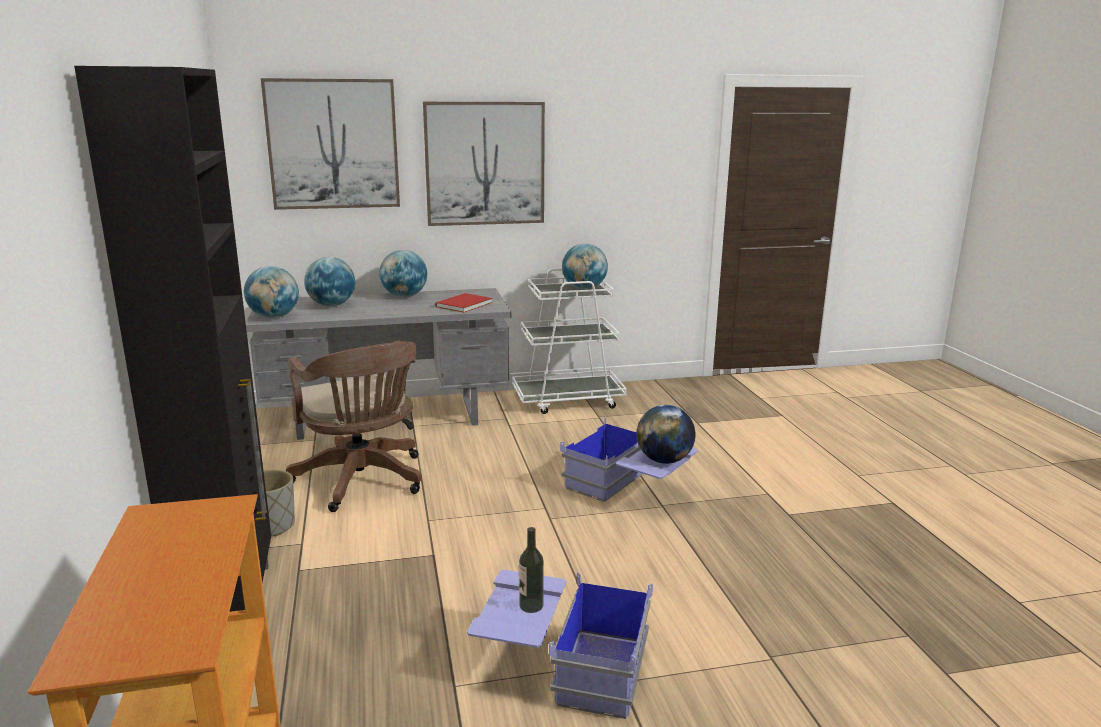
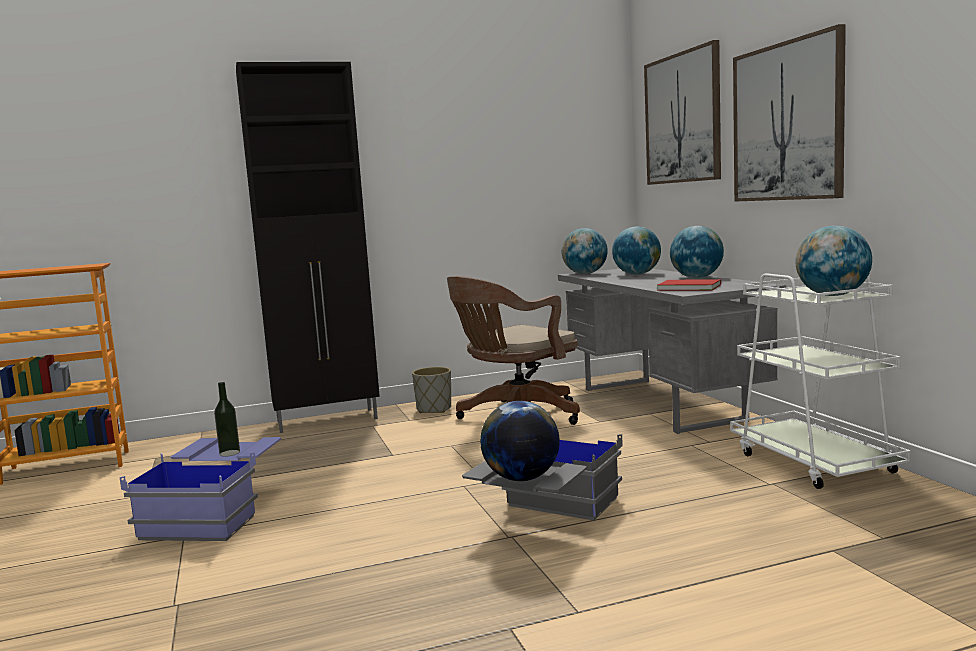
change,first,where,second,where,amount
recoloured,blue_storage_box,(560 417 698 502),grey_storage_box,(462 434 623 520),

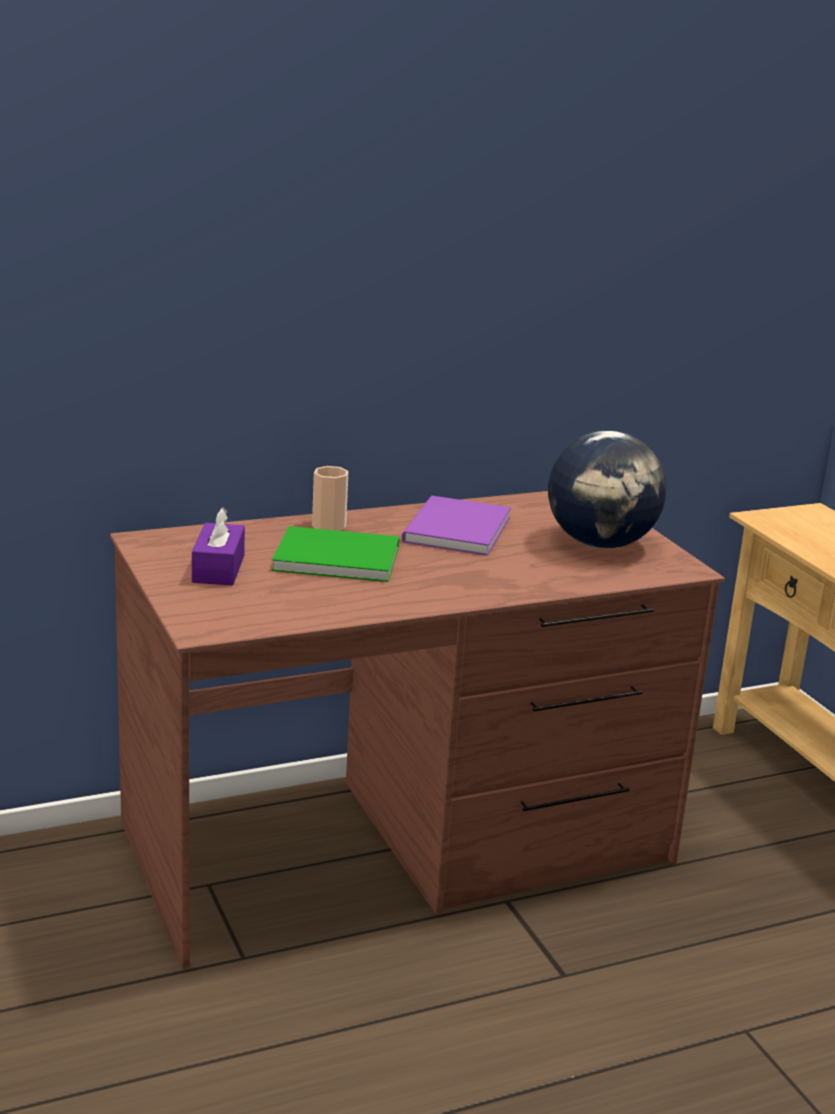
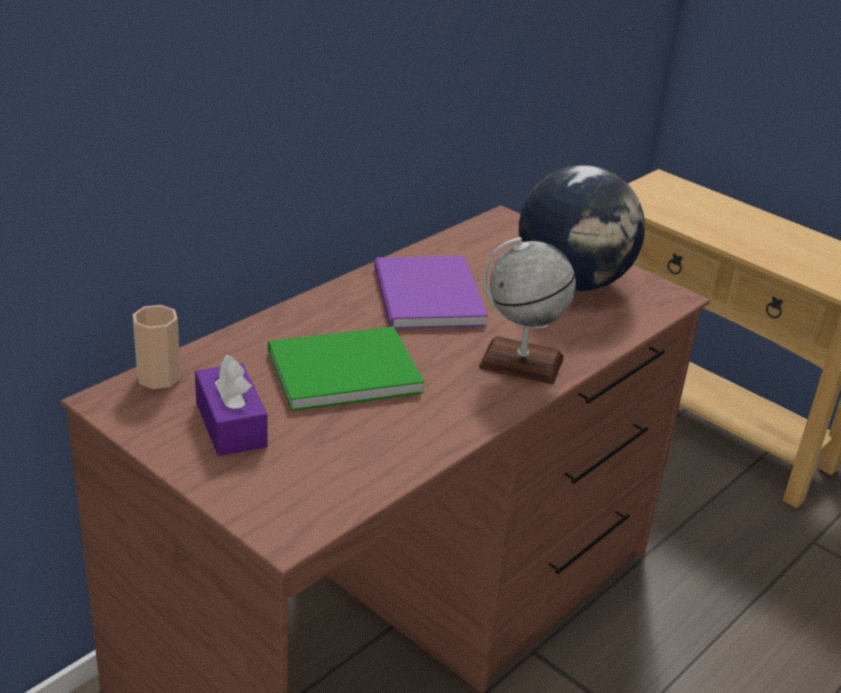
change,first,where,second,where,amount
moved,cup,(312 466 348 531),,(133 305 181 389),
added,,,globe,(479 237 576 384),

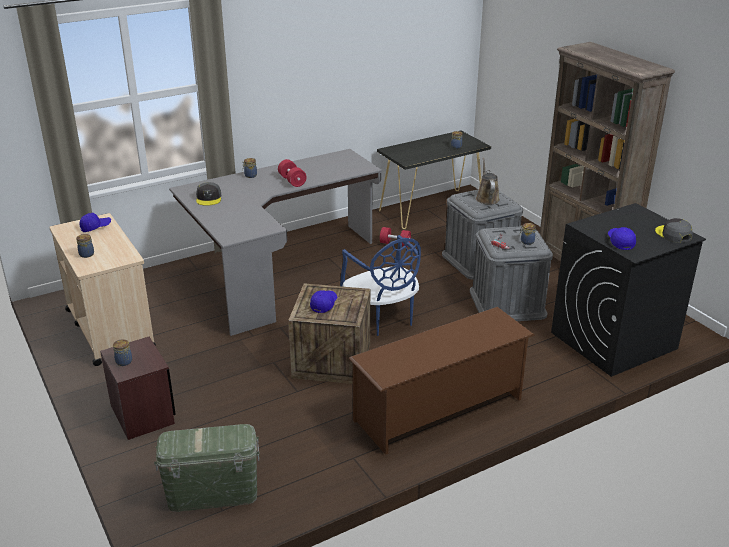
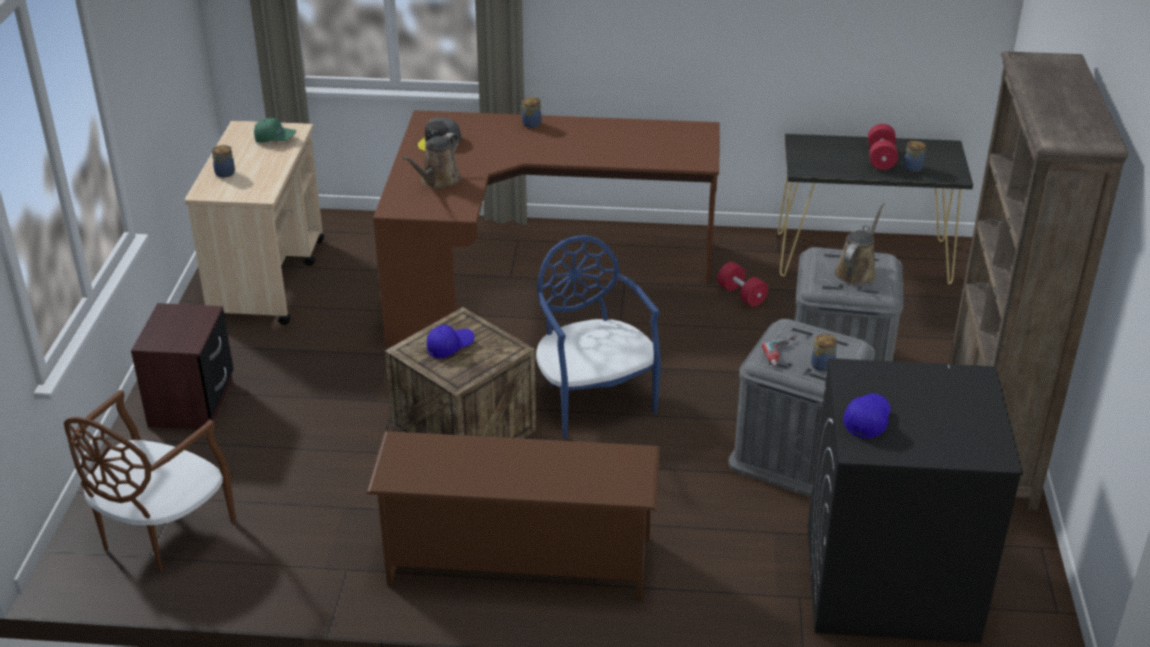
change,first,where,second,where,amount
recoloured,blue_cap,(79 213 111 232),green_cap,(254 118 296 143),
removed,jar,(113 339 132 366),,,
replaced,green_storage_box,(154 424 259 512),brown_chair,(64 390 236 572),
recoloured,grey_desk,(169 149 382 336),brown_desk,(373 110 720 345),
moved,red_dumbbell,(278 159 307 187),,(868 124 898 170),
turned,blue_chair,(340 235 421 336),,(536 235 661 438),150 degrees clockwise
removed,grey_cap,(655 218 693 243),,,
added,,,brown_watering_can,(402 133 461 189),

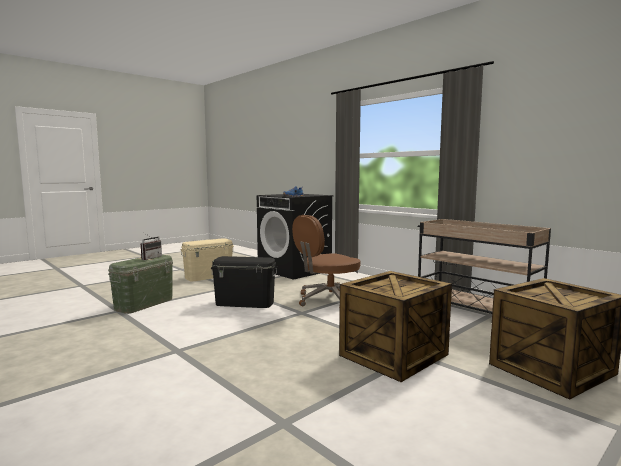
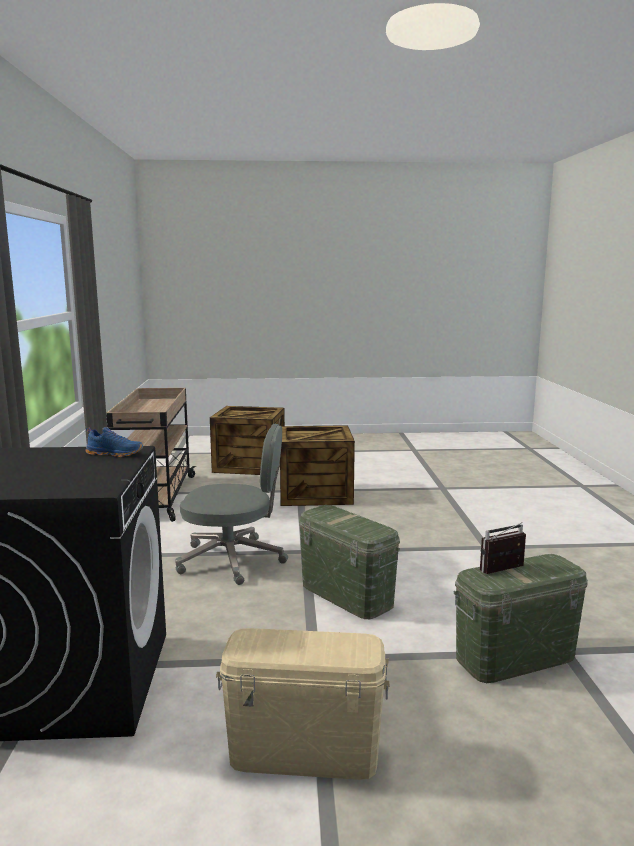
change,first,where,second,where,amount
recoloured,black_storage_box,(211 256 277 308),green_storage_box,(299 505 400 619),
recoloured,brown_office_chair,(292 215 361 308),grey_office_chair,(175 424 288 585),

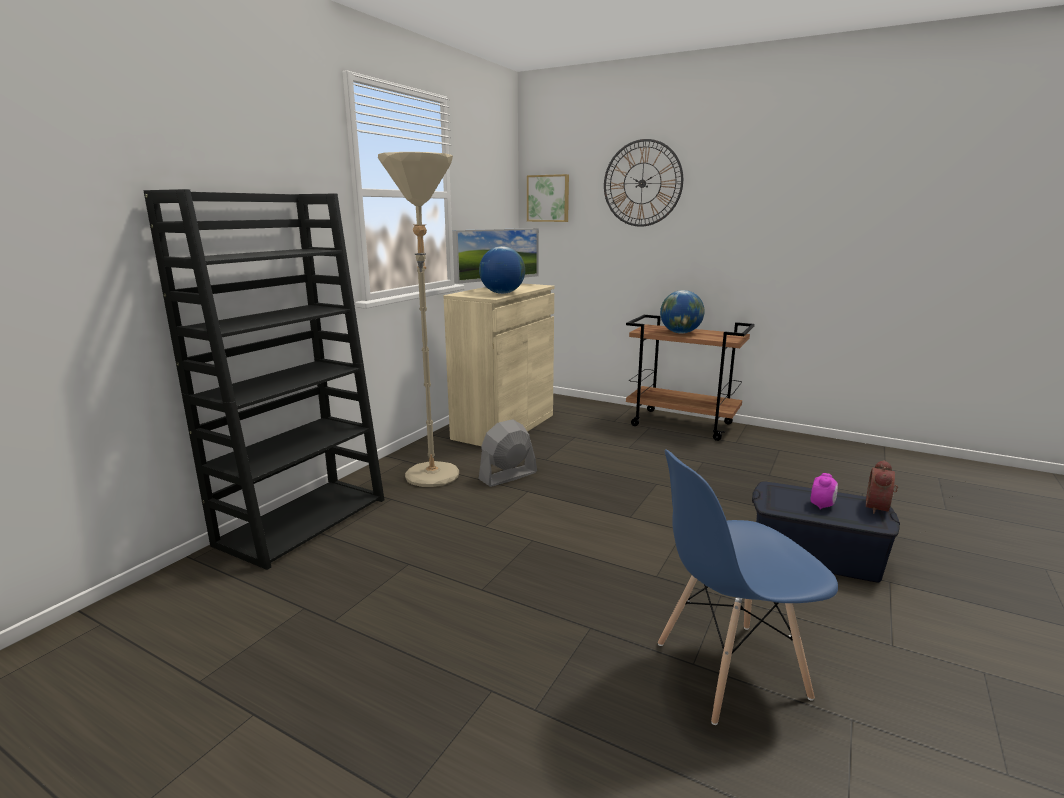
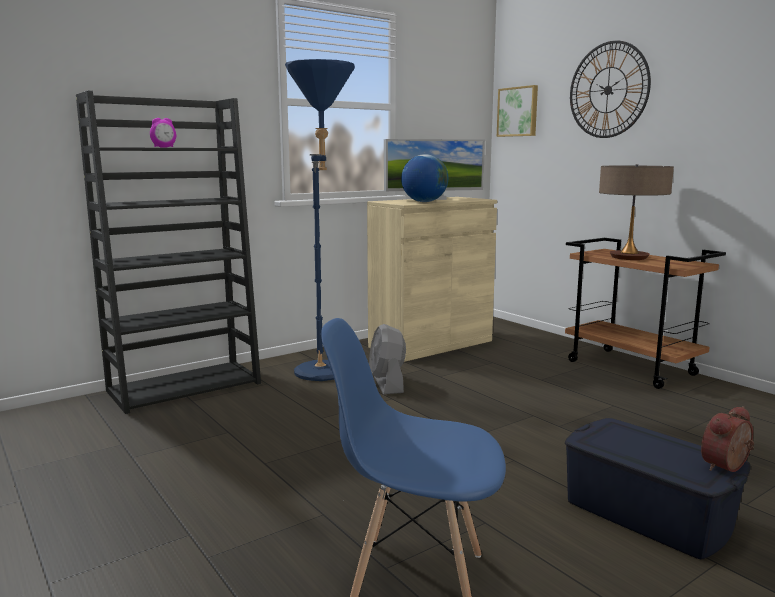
change,first,where,second,where,amount
recoloured,beige_floor_lamp,(378 152 459 487),blue_floor_lamp,(285 59 355 381),
turned,grey_fan,(478 420 537 487),,(369 324 406 394),90 degrees counterclockwise
replaced,globe,(660 290 705 334),table_lamp,(599 164 674 260),
moved,alarm_clock,(810 473 838 510),,(150 118 176 148),

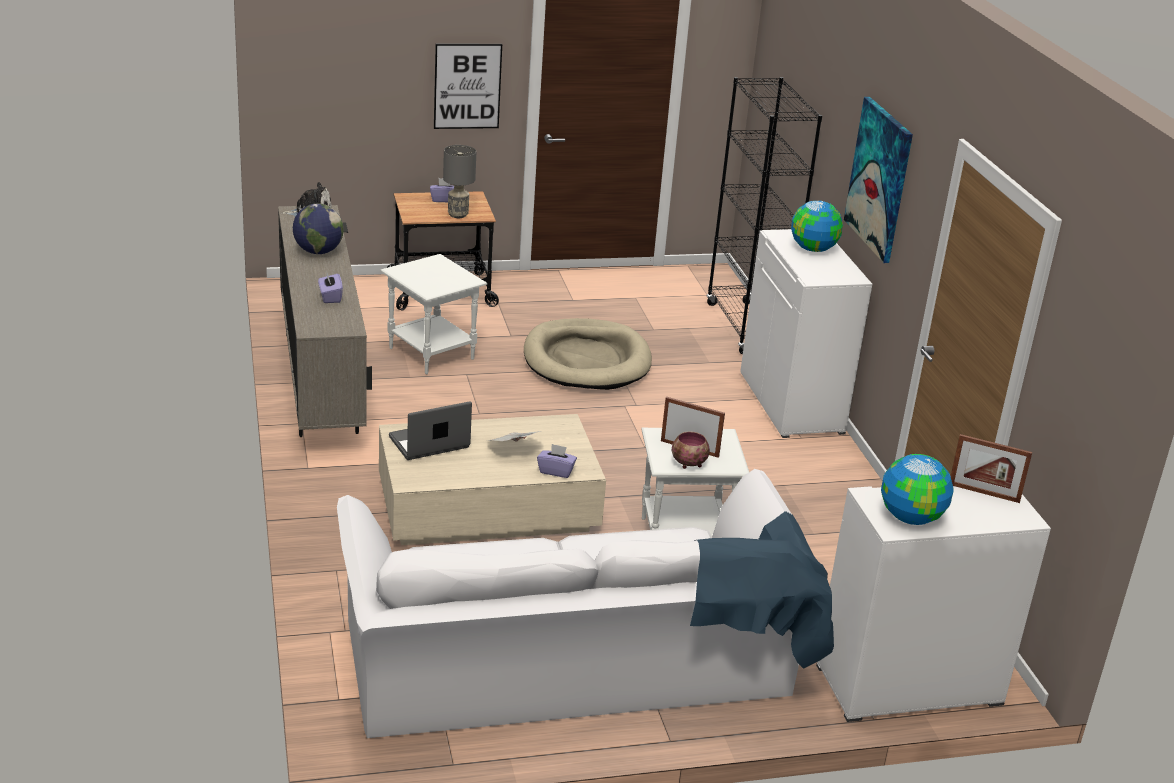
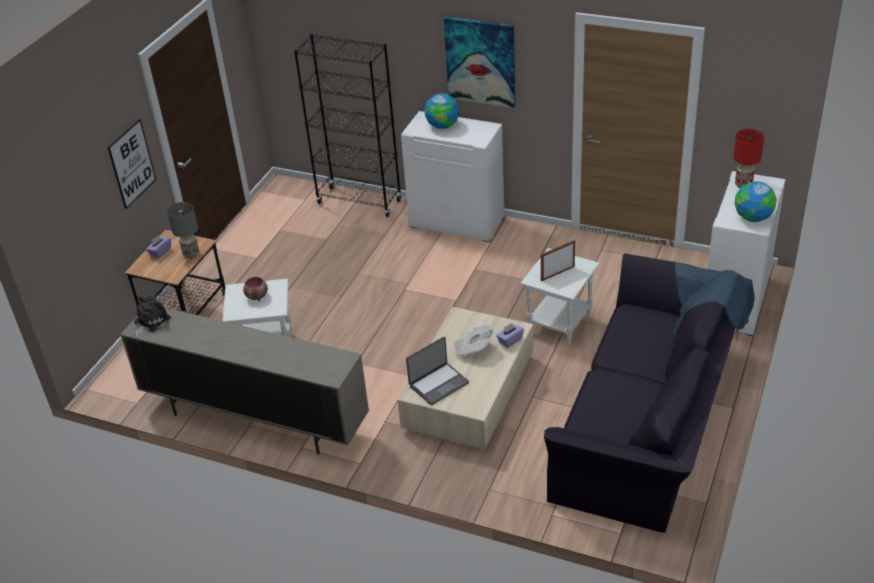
change,first,where,second,where,amount
removed,globe,(293 204 344 254),,,
removed,purple_tissue_box,(318 270 343 303),,,
recoloured,white_sofa,(337 469 834 738),black_sofa,(544 253 755 533),
turned,laptop,(389 401 472 460),,(406 336 469 405),135 degrees counterclockwise
removed,beige_dog_bed,(524 318 652 390),,,
moved,bowl,(672 431 710 469),,(243 277 268 301),
replaced,picture_frame,(951 434 1032 503),red_table_lamp,(733 129 764 188),

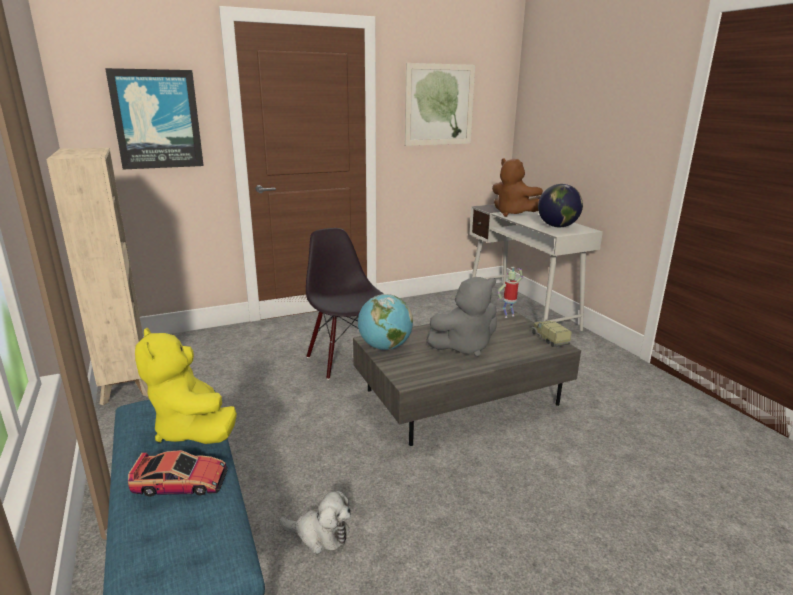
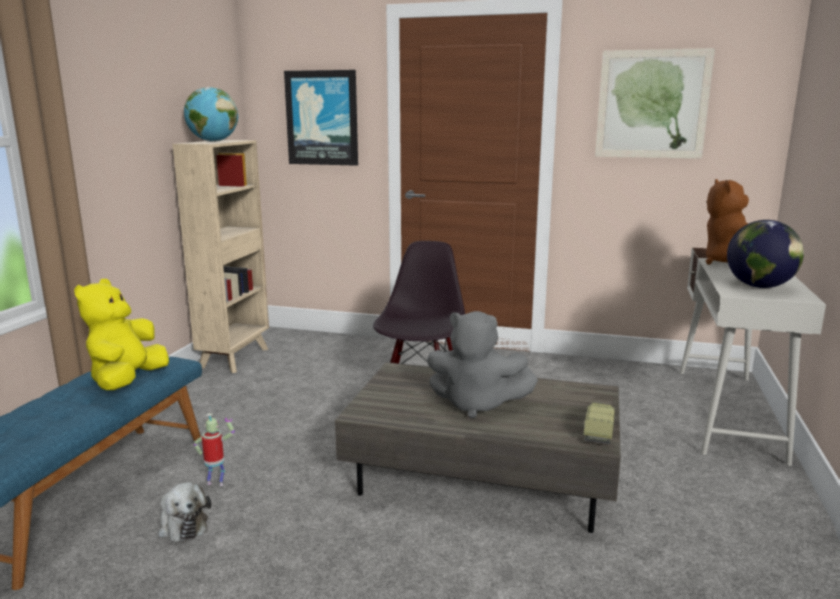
change,first,where,second,where,amount
removed,toy_car,(128 450 228 497),,,
moved,globe,(358 294 413 350),,(184 87 238 142),
moved,toy_robot,(497 267 523 318),,(194 413 235 486),

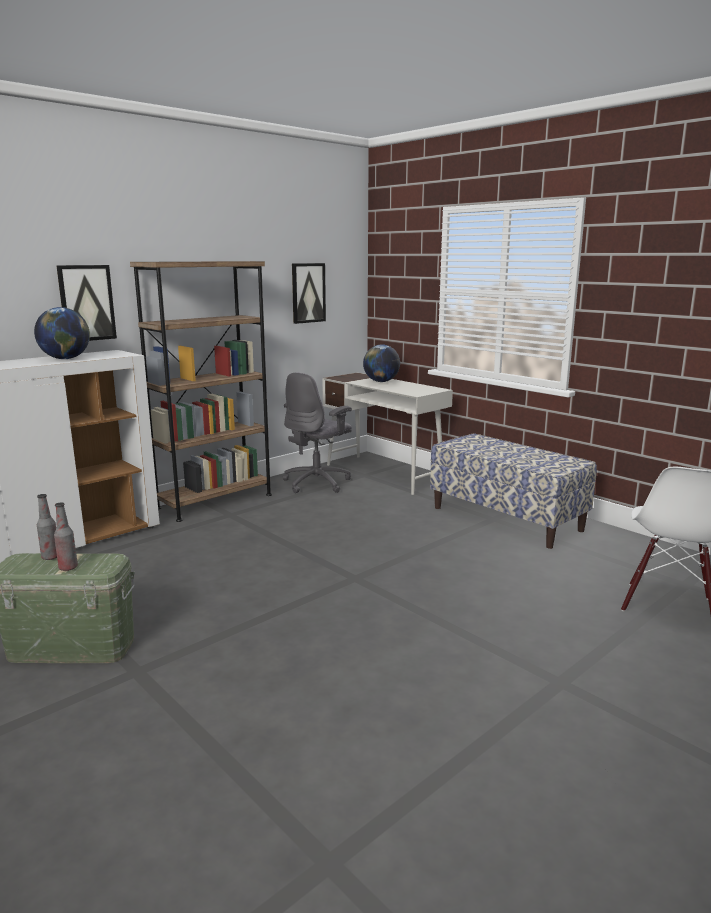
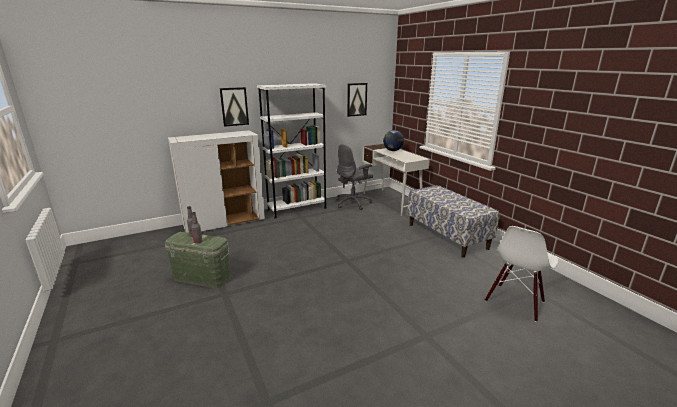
change,first,where,second,where,amount
removed,globe,(34 307 90 359),,,
recoloured,brown_bookcase,(130 261 272 522),white_bookcase,(257 83 327 219),

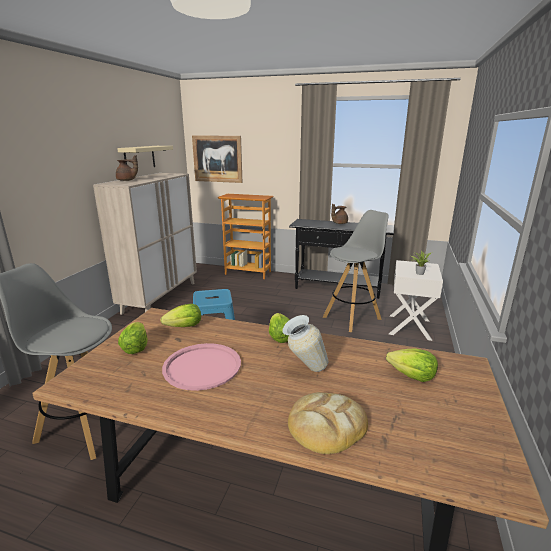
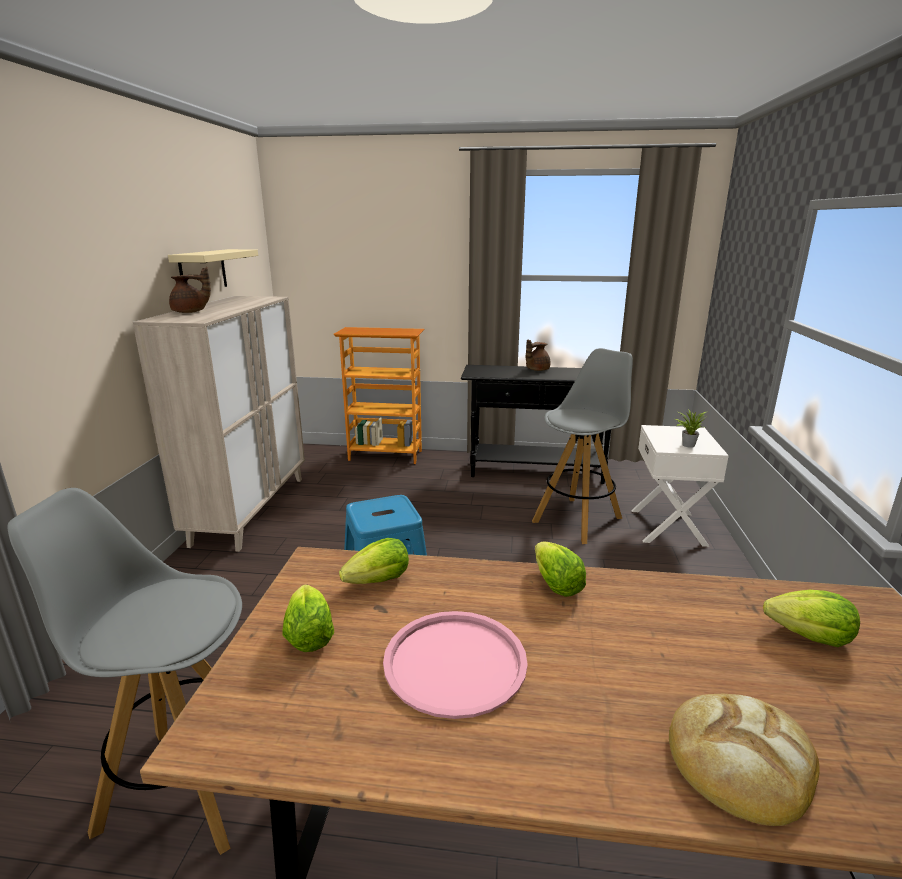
change,first,where,second,where,amount
removed,picture,(192 136 243 183),,,
removed,vase,(282 315 328 372),,,

